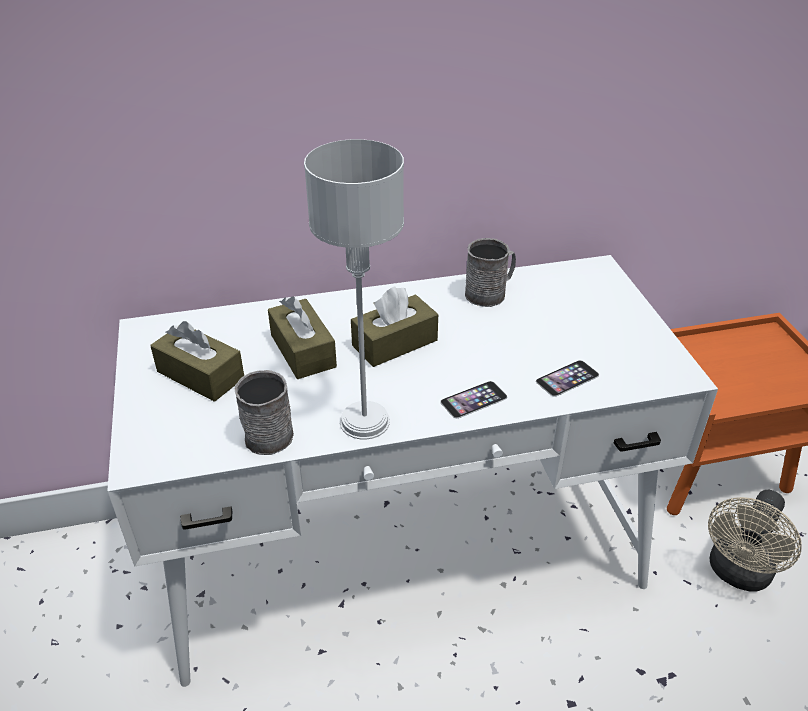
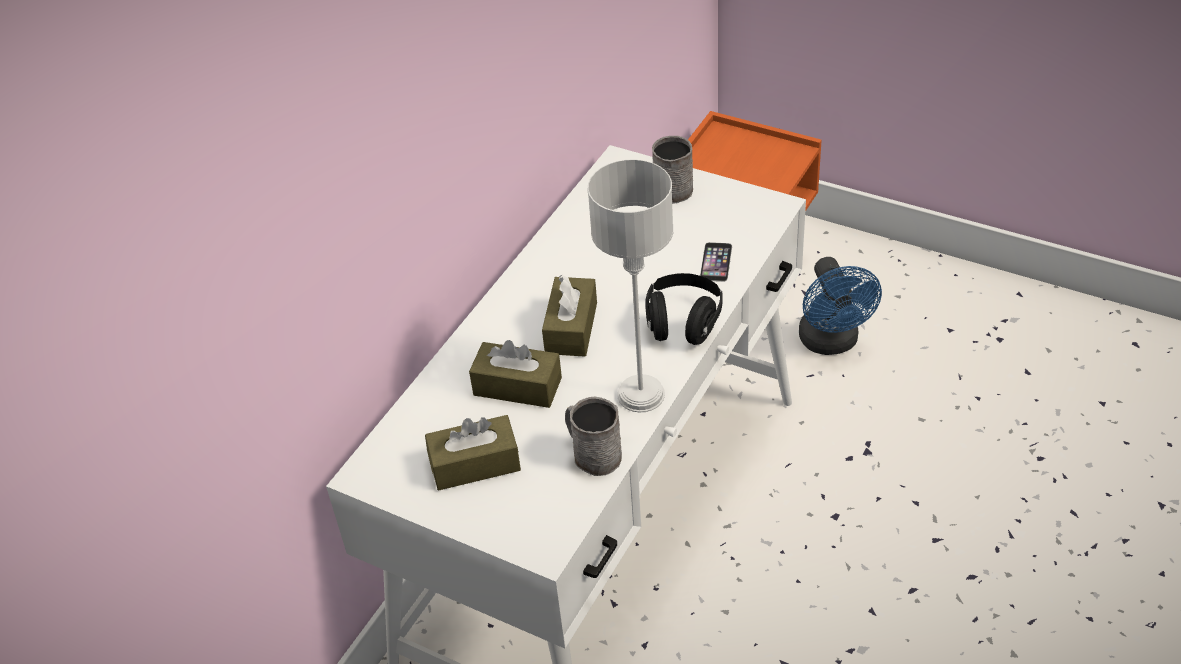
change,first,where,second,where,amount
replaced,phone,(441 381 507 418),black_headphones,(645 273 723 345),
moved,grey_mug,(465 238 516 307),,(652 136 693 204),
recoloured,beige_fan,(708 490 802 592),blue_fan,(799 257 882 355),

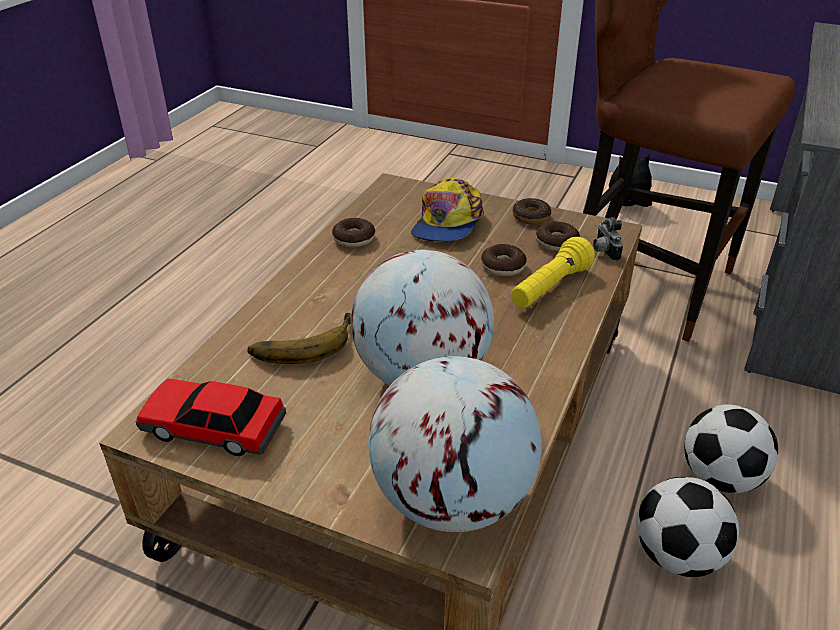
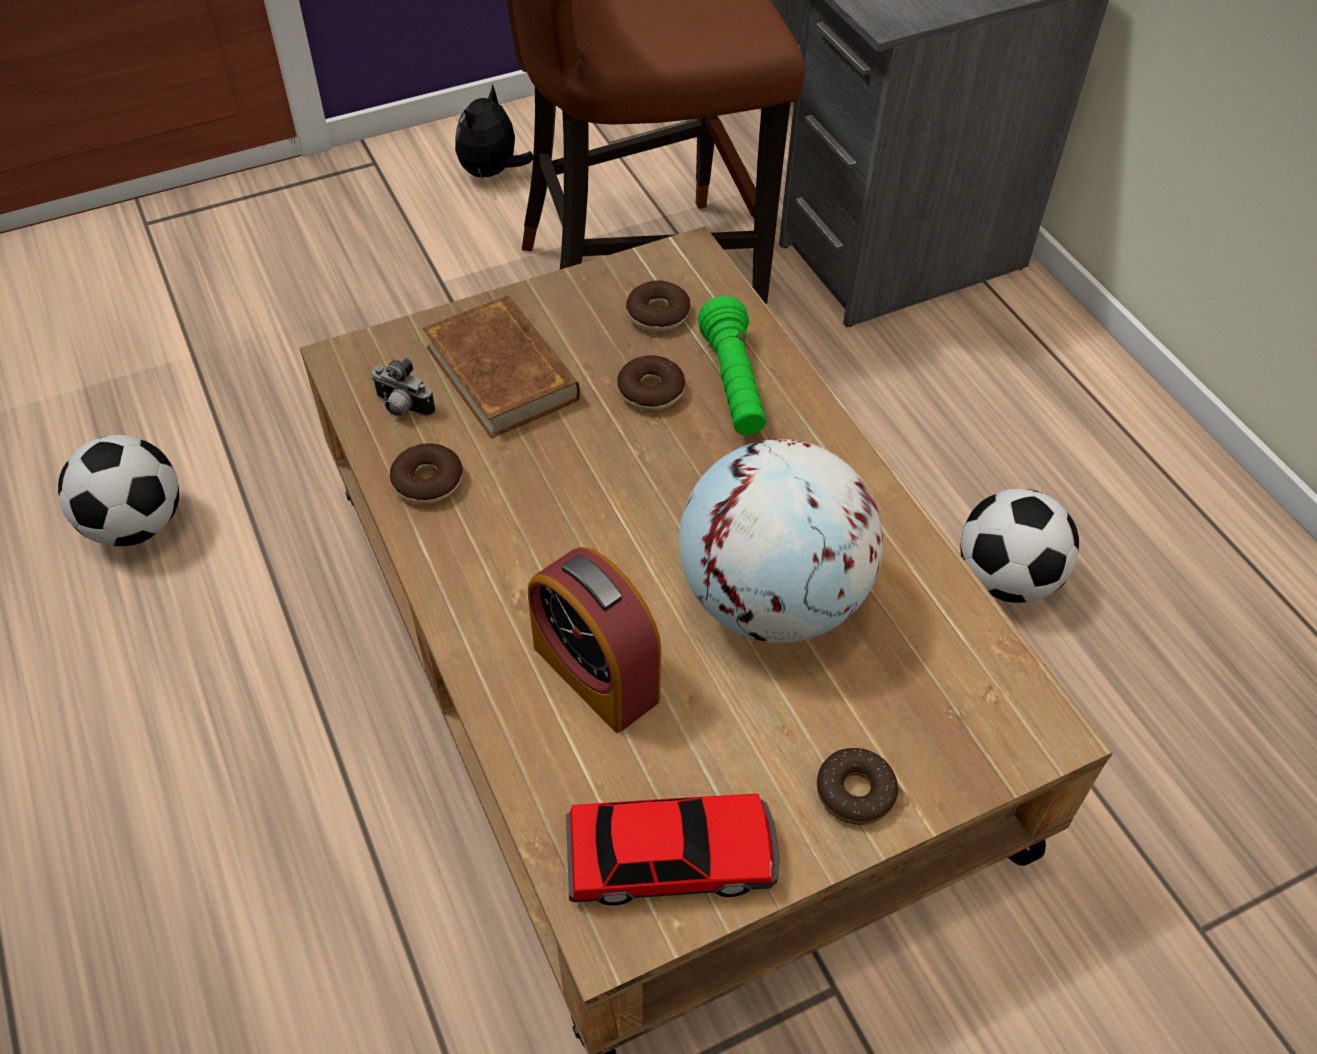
change,first,where,second,where,amount
turned,toy_car,(136 378 286 456),,(566 794 779 905),150 degrees counterclockwise
replaced,banana,(247 313 351 364),alarm_clock,(528 547 661 733),
removed,globe,(368 356 542 532),,,
replaced,cap,(411 178 484 242),brown_book,(423 295 580 438),
recoloured,yellow_flashlight,(511 237 595 308),green_flashlight,(698 296 766 435),
moved,donut,(513 198 551 224),,(817 748 898 825),
moved,photo_camera,(593 217 623 262),,(371 358 435 417),
moved,football,(684 404 778 493),,(58 435 179 546),

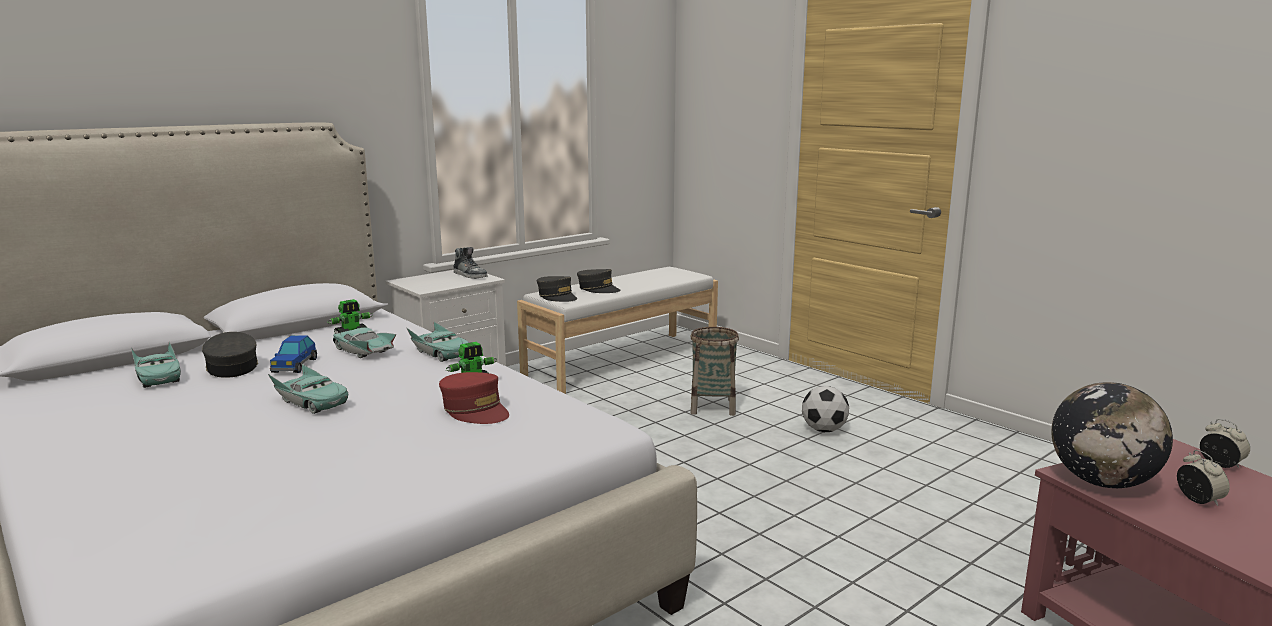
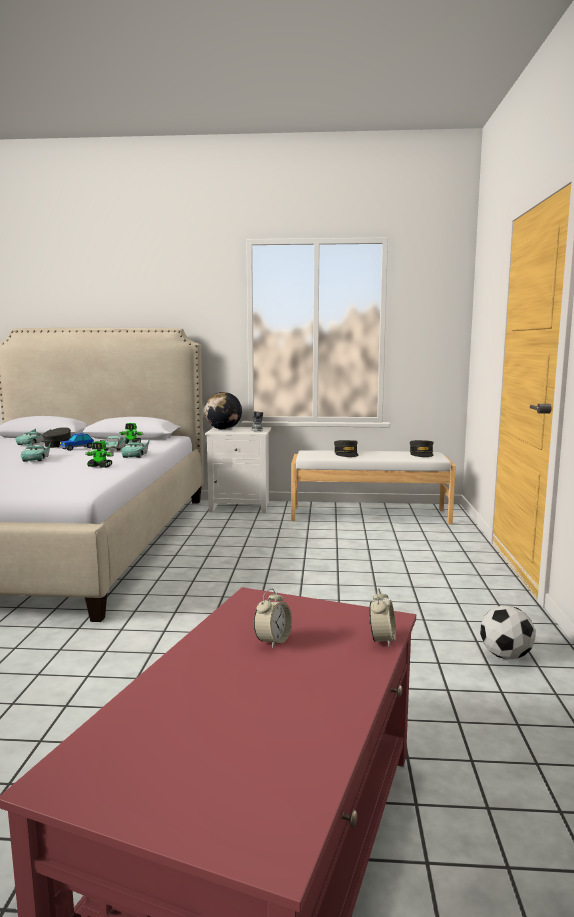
change,first,where,second,where,amount
removed,red_cap,(439 372 509 424),,,
moved,grey_cap,(537 276 577 302),,(410 440 433 457),
removed,basket,(690 327 739 416),,,
moved,football,(802 386 849 432),,(480 606 535 660),
moved,globe,(1051 382 1173 488),,(204 392 242 430),

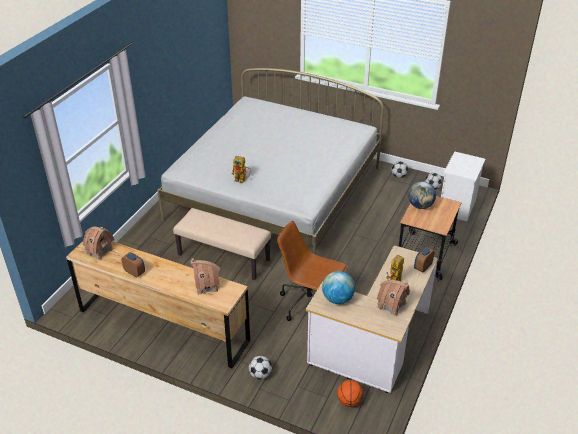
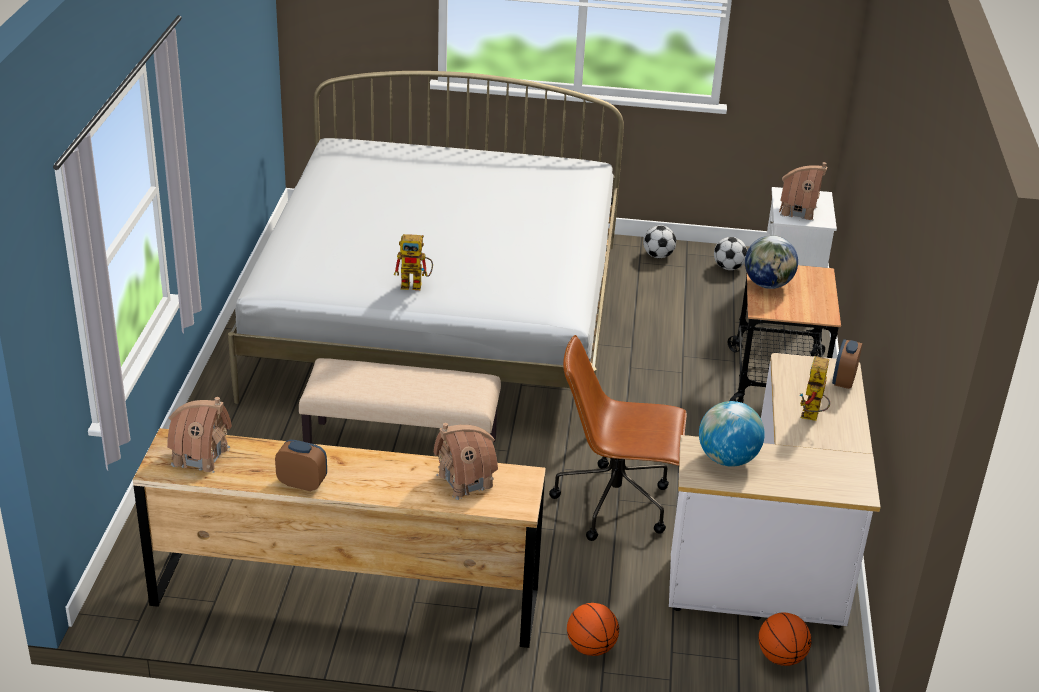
change,first,where,second,where,amount
replaced,football,(249 356 272 380),basketball,(567 603 619 656),
moved,toy_house,(377 280 410 316),,(779 162 827 220),

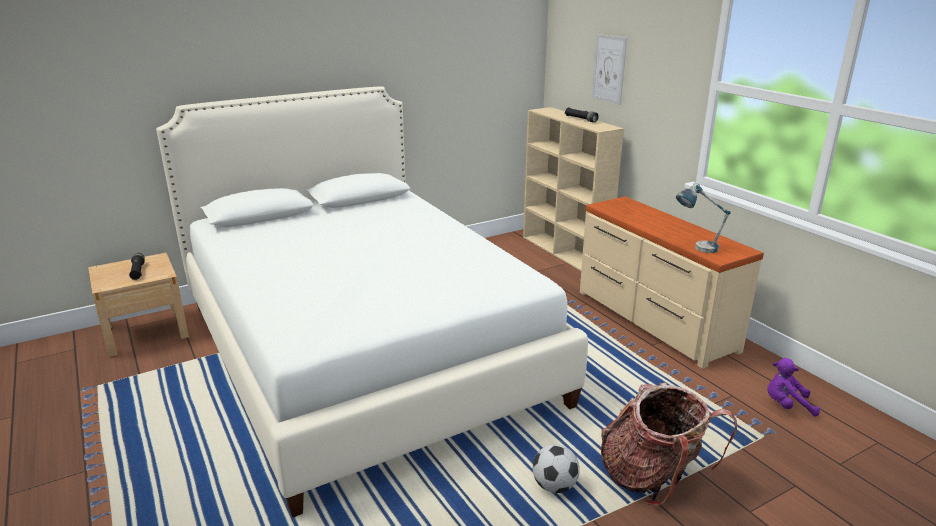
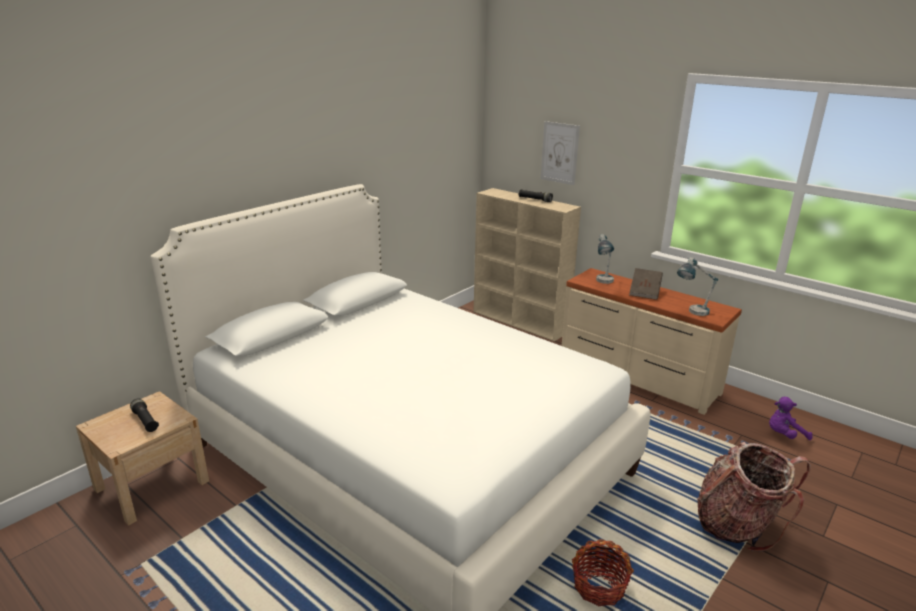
change,first,where,second,where,amount
removed,football,(533 444 580 493),,,
added,,,basket,(572 539 634 606),
added,,,table_lamp,(596 234 614 284),
added,,,brown_book,(629 268 663 300),

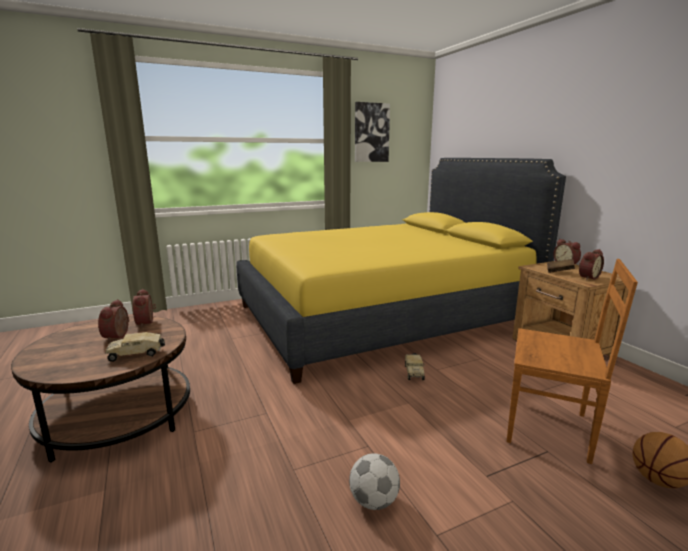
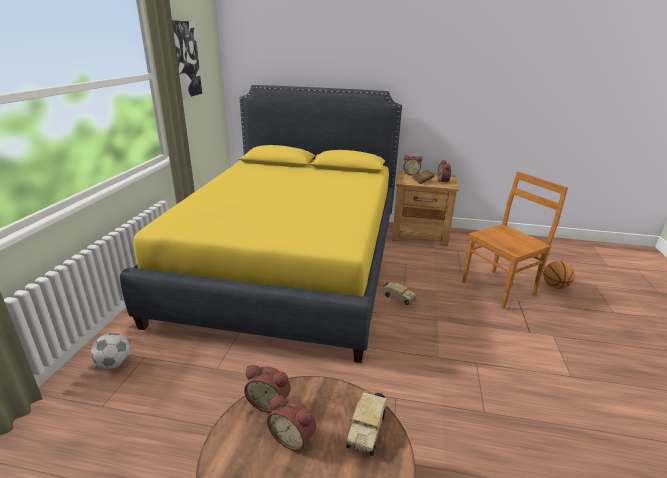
change,first,where,second,where,amount
moved,football,(349 453 400 510),,(91 333 130 369),

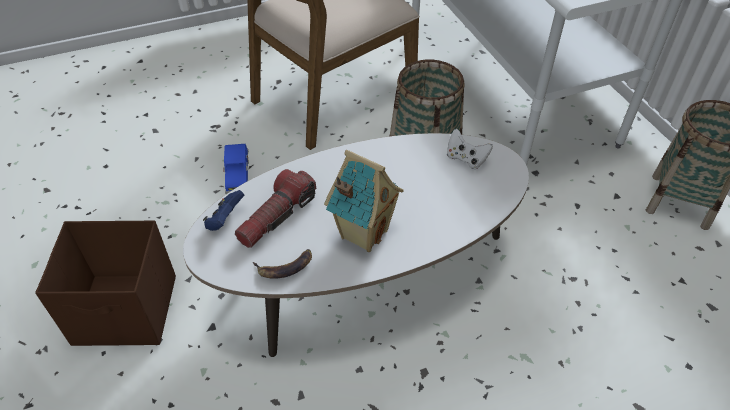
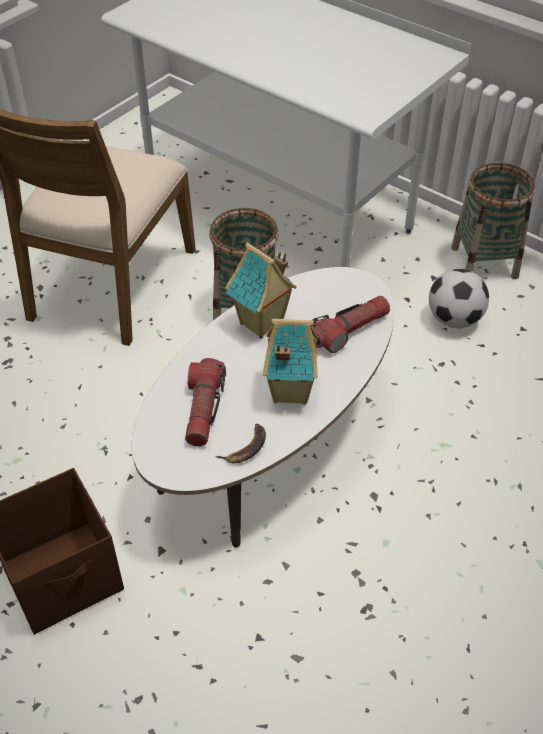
change,first,where,second,where,amount
removed,blue_game_controller,(203 190 244 231),,,
removed,blue_toy_car,(223 144 249 194),,,
removed,white_game_controller,(447 128 493 169),,,
added,,,toy_house,(225 242 297 339),
added,,,flashlight,(313 296 390 353),
added,,,football,(429 269 489 328),

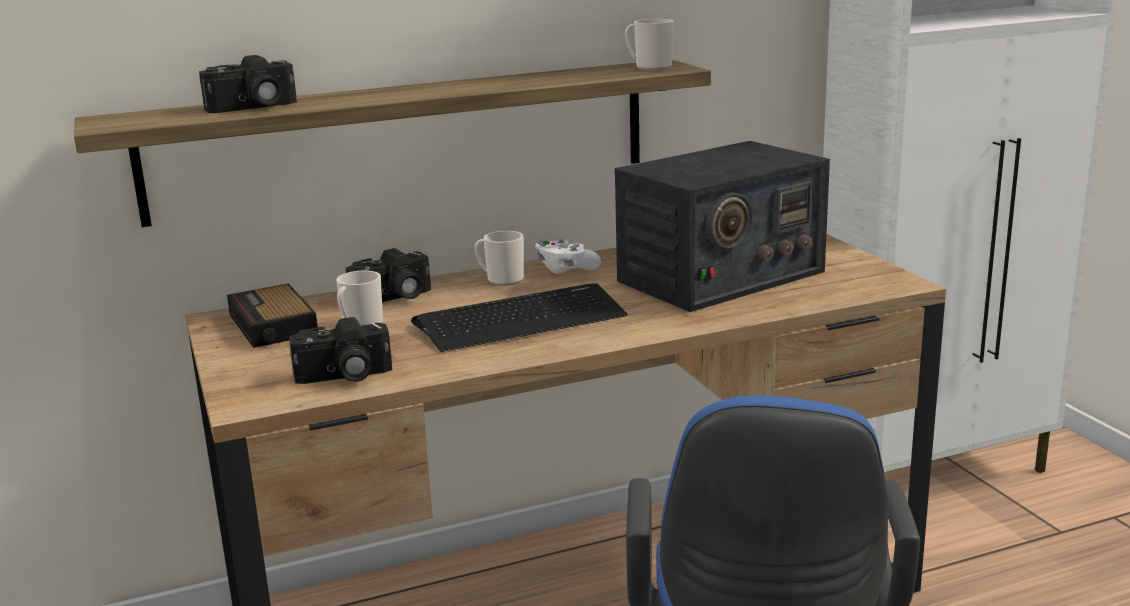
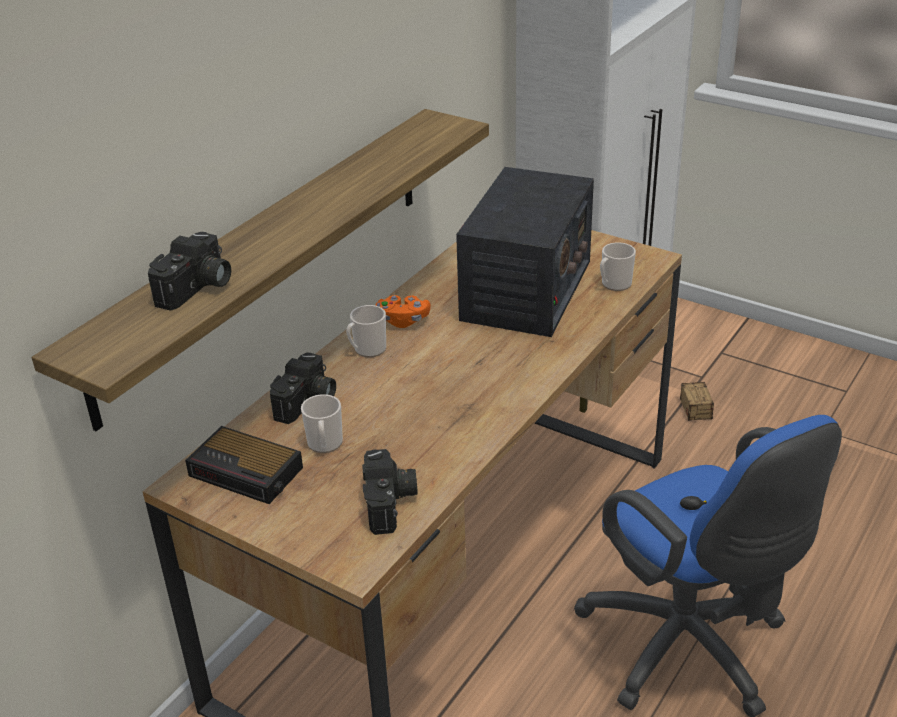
change,first,where,second,where,amount
turned,photo_camera,(289 317 392 384),,(362 449 418 535),45 degrees counterclockwise
removed,keyboard,(411 283 628 352),,,
recoloured,white_game_controller,(535 239 601 274),orange_game_controller,(375 295 431 328),
moved,mug,(625 19 674 70),,(600 242 636 291),
added,,,storage_box,(680 382 732 421),

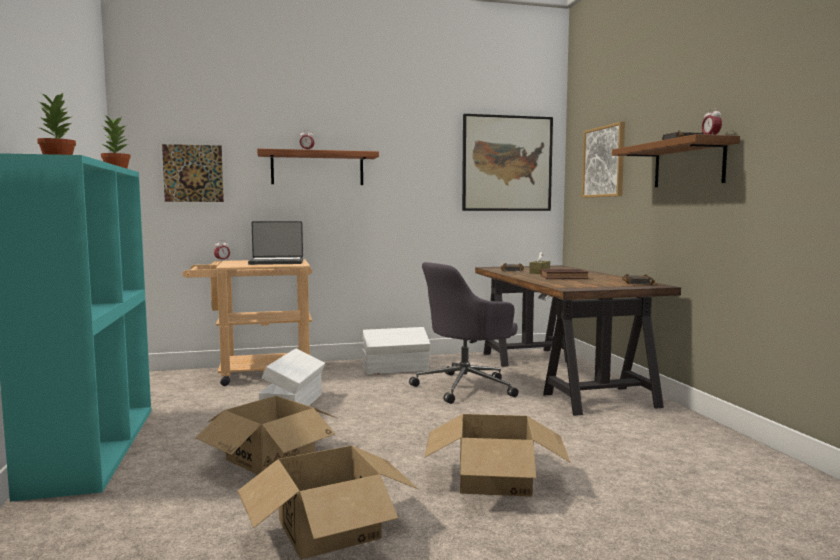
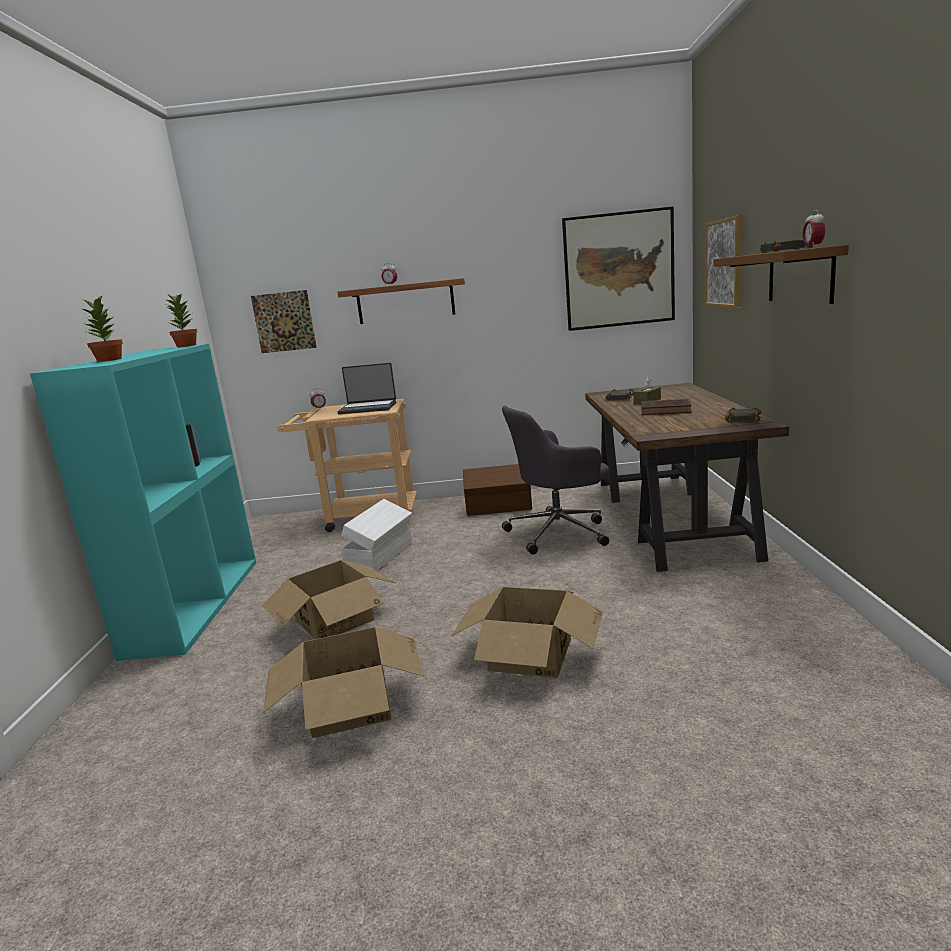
change,first,where,second,where,amount
recoloured,white_storage_box,(362 327 430 375),brown_storage_box,(463 464 532 516),

